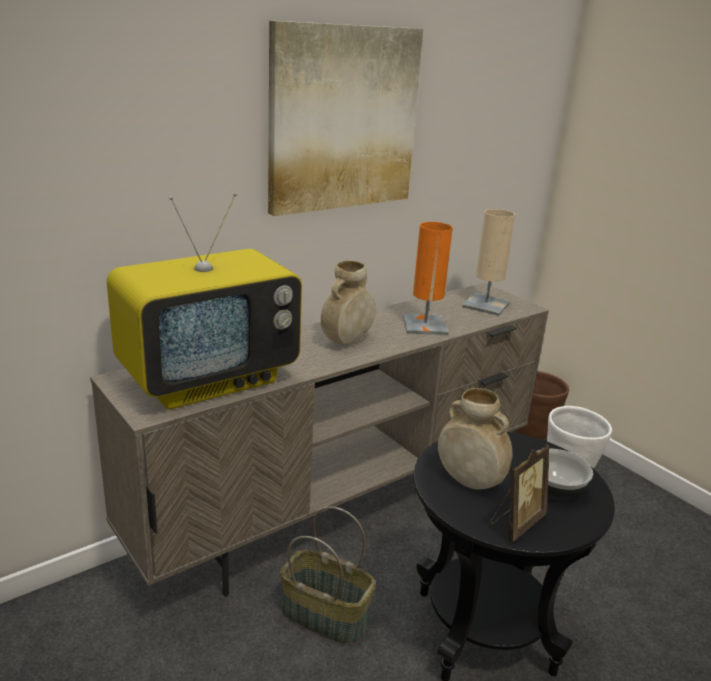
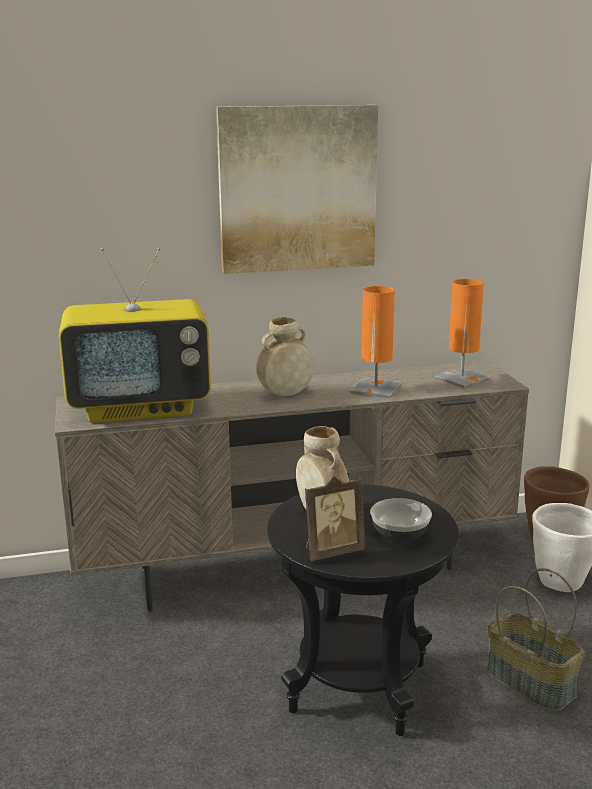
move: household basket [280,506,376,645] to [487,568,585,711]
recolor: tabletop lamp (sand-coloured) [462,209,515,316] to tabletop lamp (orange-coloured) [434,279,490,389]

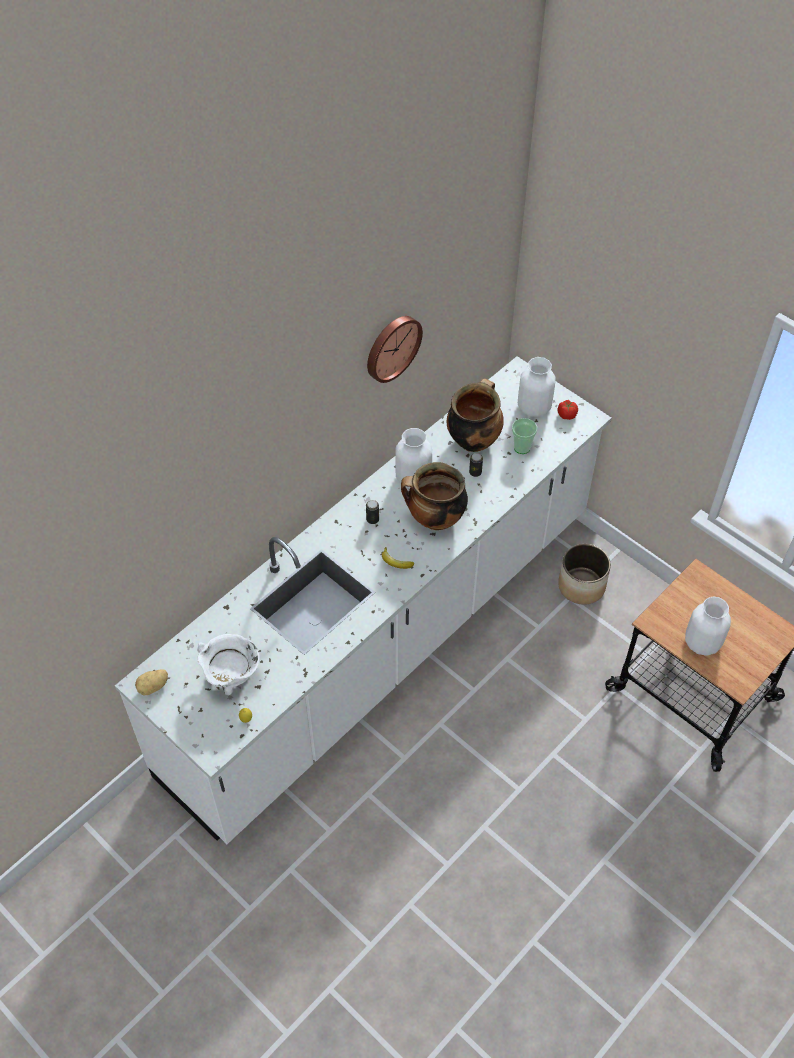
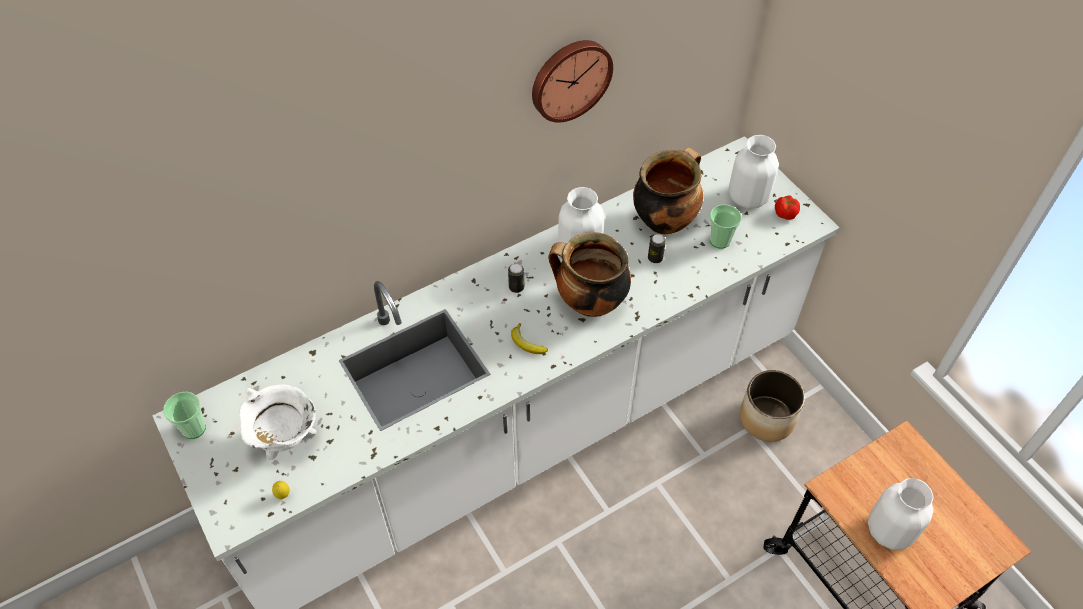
replace: potato [135,670,168,695] to small cup [163,392,206,439]

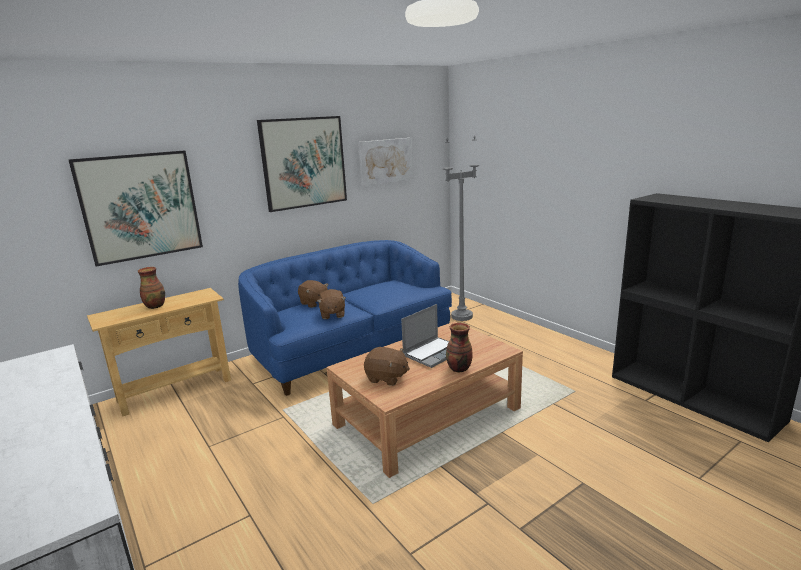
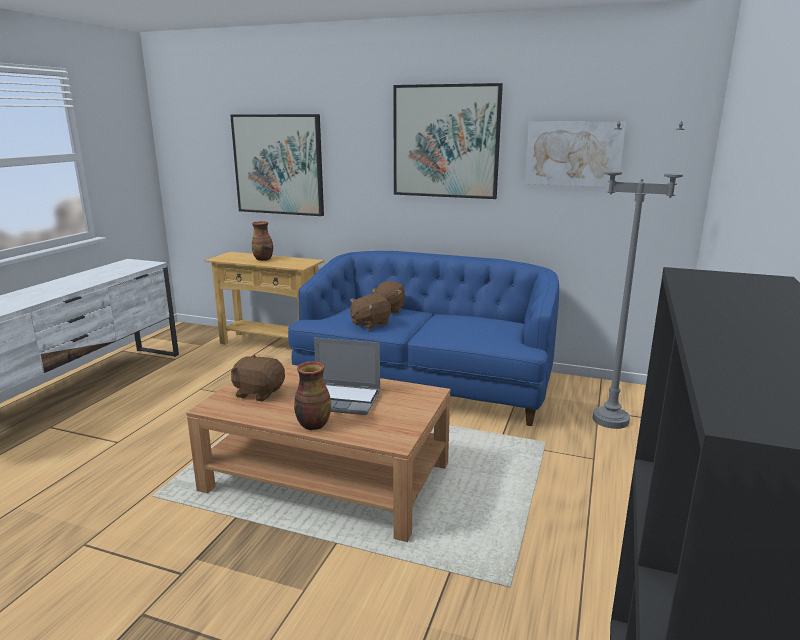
rotate: soft toy (brown-coloured) [364,347,410,386] = [231,354,285,402] 120 degrees clockwise

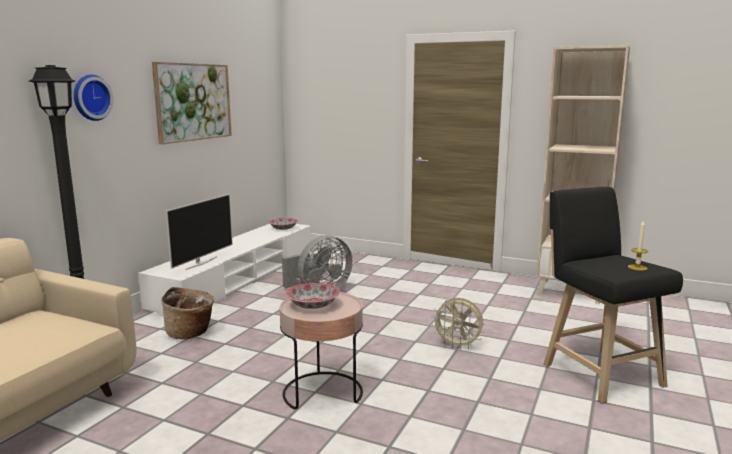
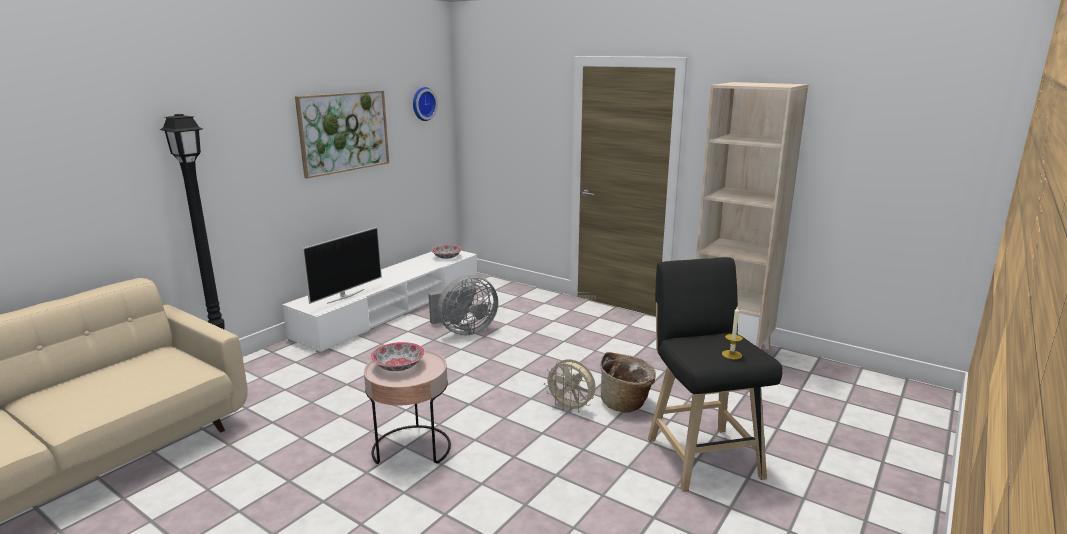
move: clock on the wall [74,75,114,121] to [413,87,438,121]; household basket [161,287,214,340] to [600,352,656,413]

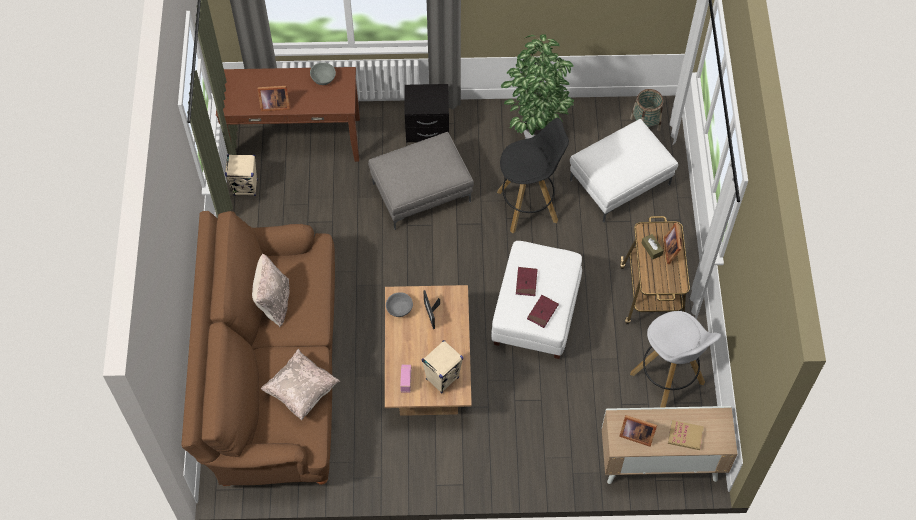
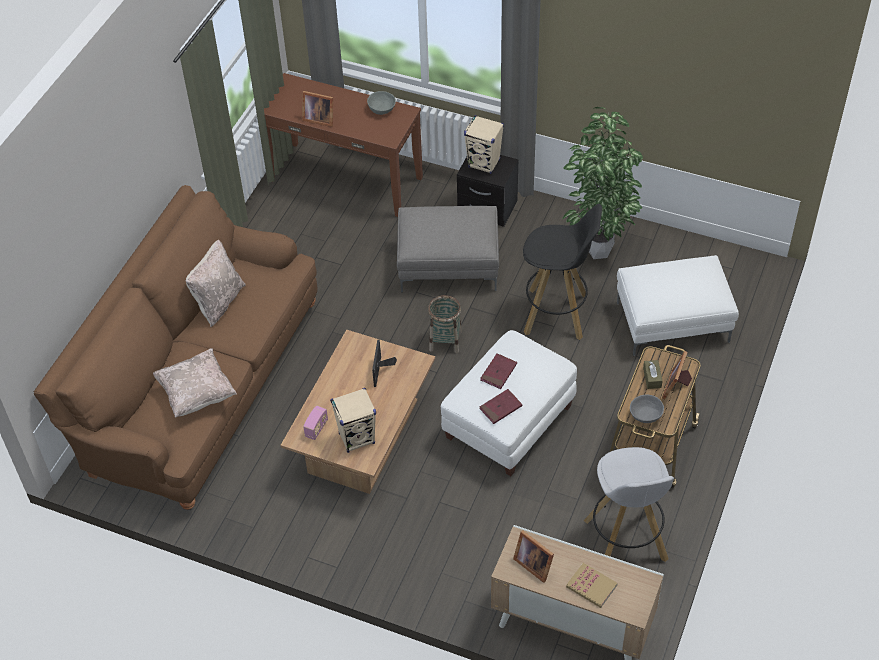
move: household basket [630,89,663,131] to [428,295,462,353]; audio speaker (sand-coloured) [225,154,258,196] to [464,115,504,174]; serving bowl (grey) [386,292,413,317] to [630,395,664,423]

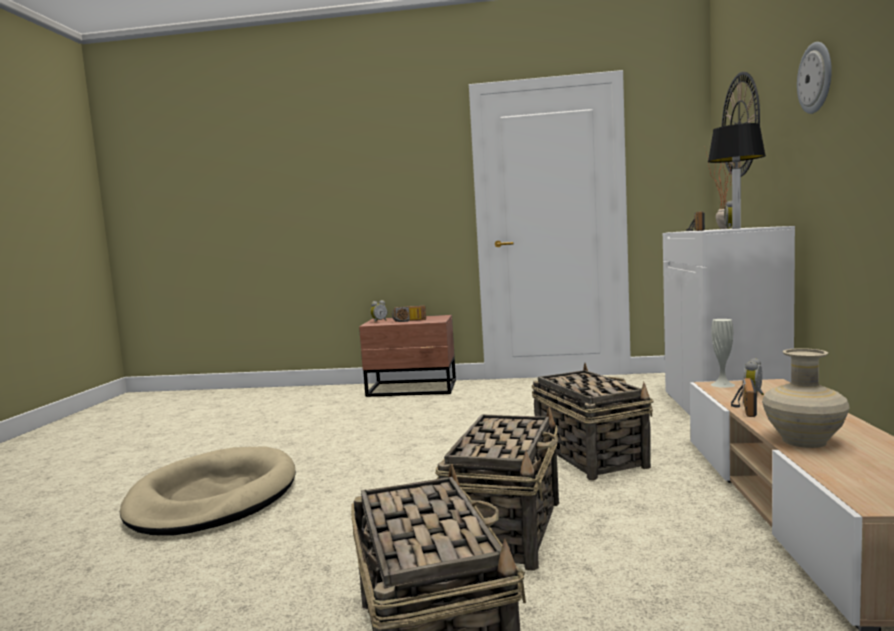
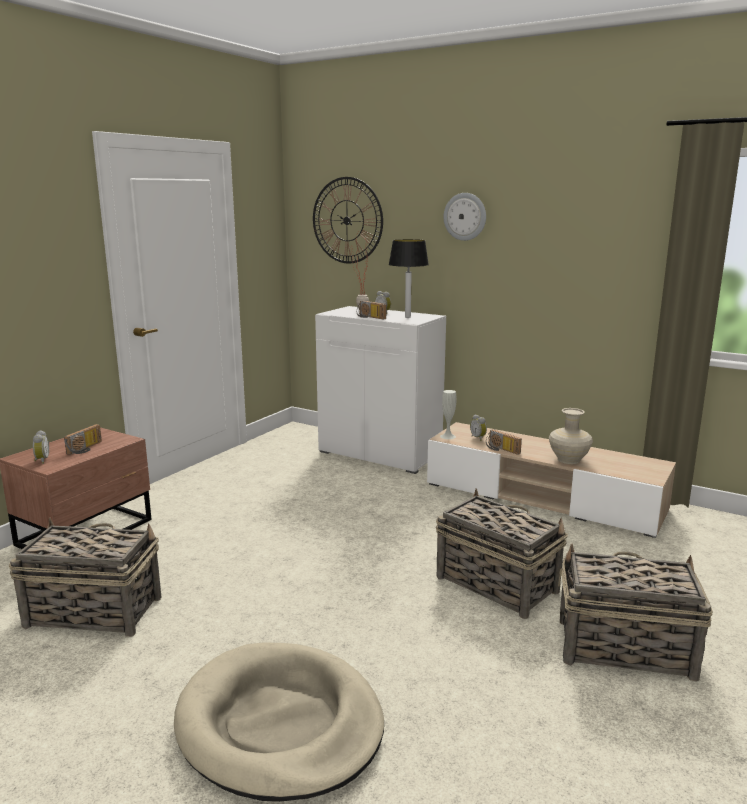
move: household basket [532,363,654,480] to [9,518,161,637]

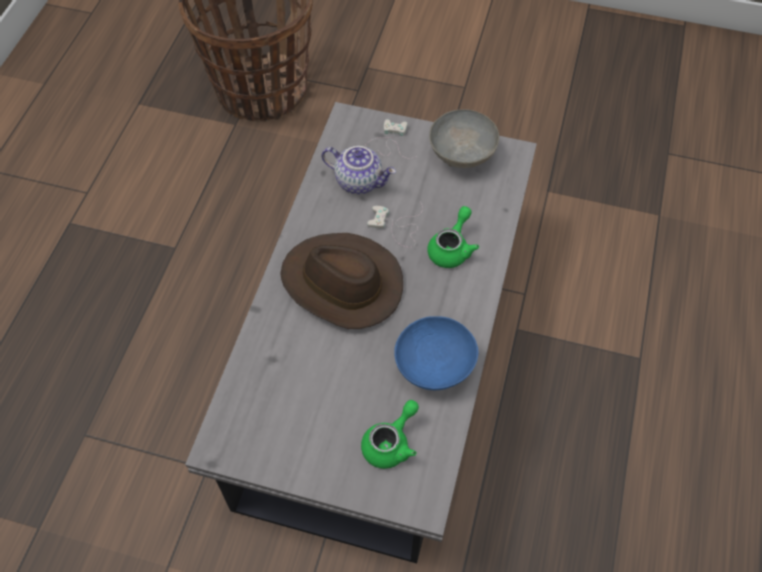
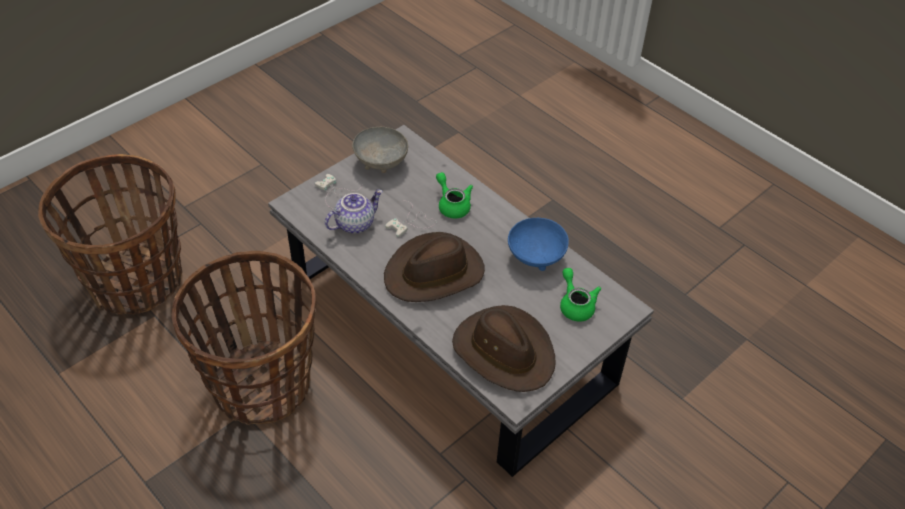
insert: household basket [172,251,317,425]; hat (brown-coloured) [452,305,556,392]

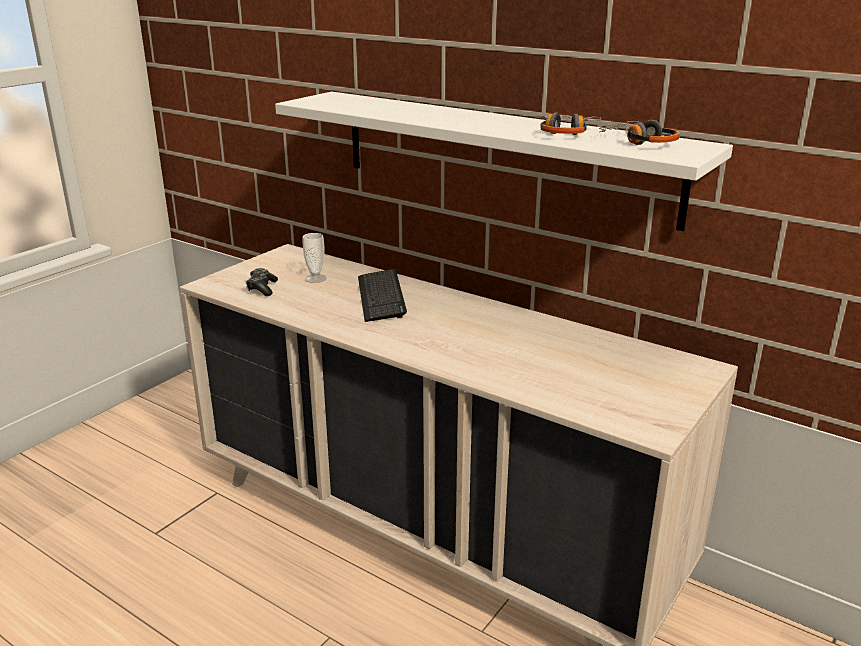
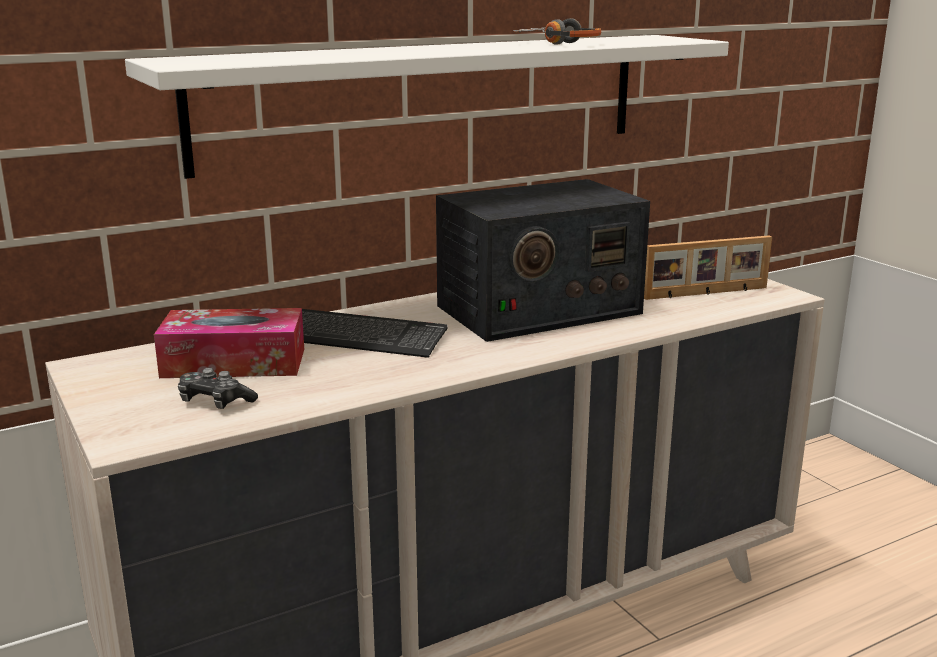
delete: pair of headphones [599,120,680,145]
insert: radio set [436,179,650,342]; photo frame [644,235,772,300]
replace: small cup [302,233,327,283] to tissue holder [154,308,304,378]

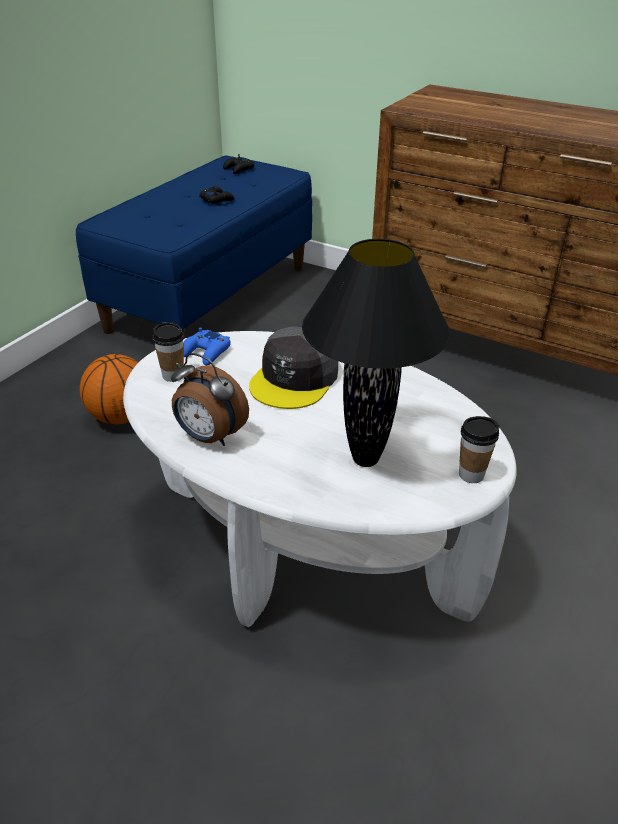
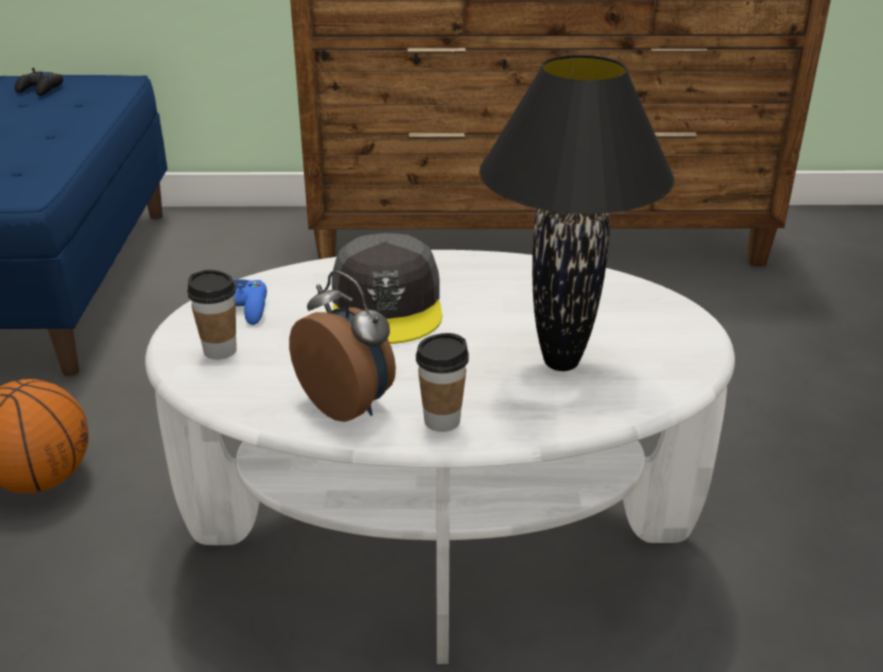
delete: gamepad (black-coloured) [199,186,234,204]
move: small cup [459,416,499,483] to [416,333,469,432]
rotate: alarm clock [171,353,249,446] = [289,271,396,422] 135 degrees counterclockwise

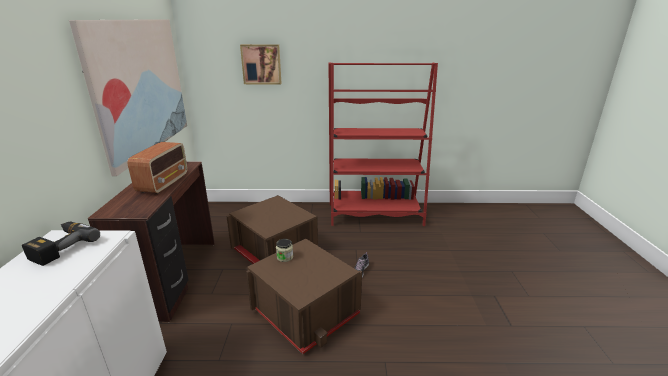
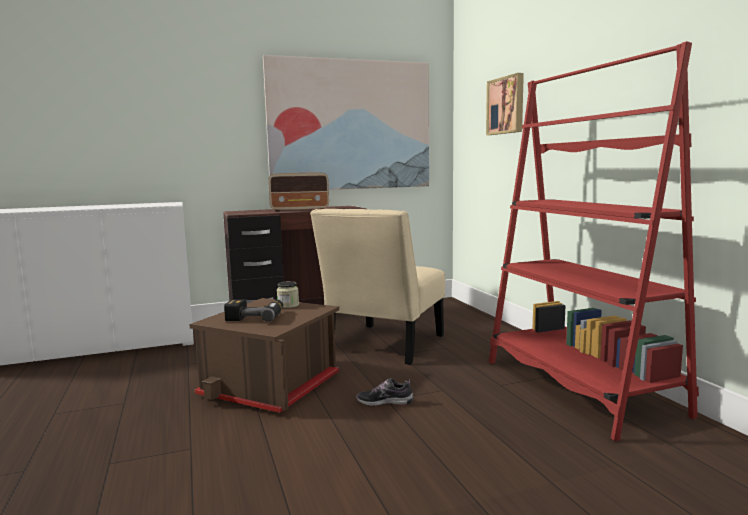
move: drill [22,222,100,266] to [224,299,283,322]
replace: storage box (brown-coloured) [226,195,318,264] to plain chair (sand-coloured) [310,209,445,365]

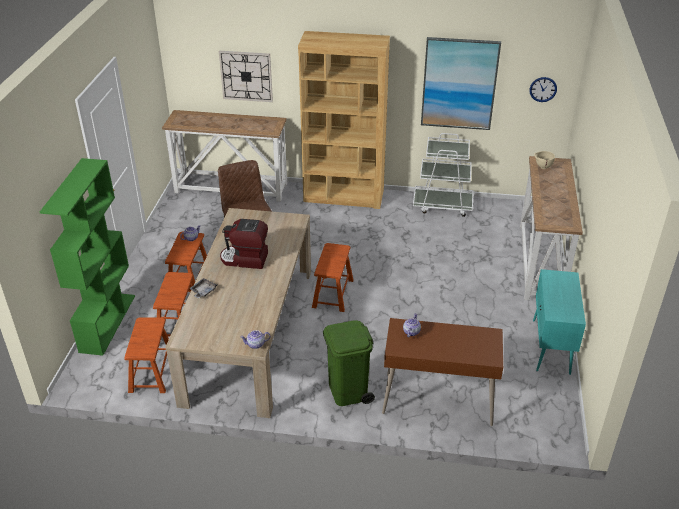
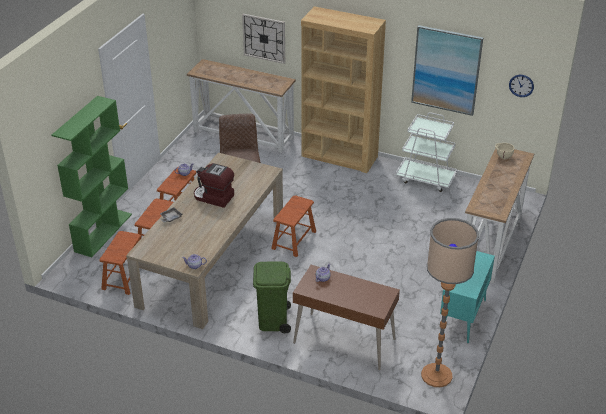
insert: standard lamp [421,218,479,387]

